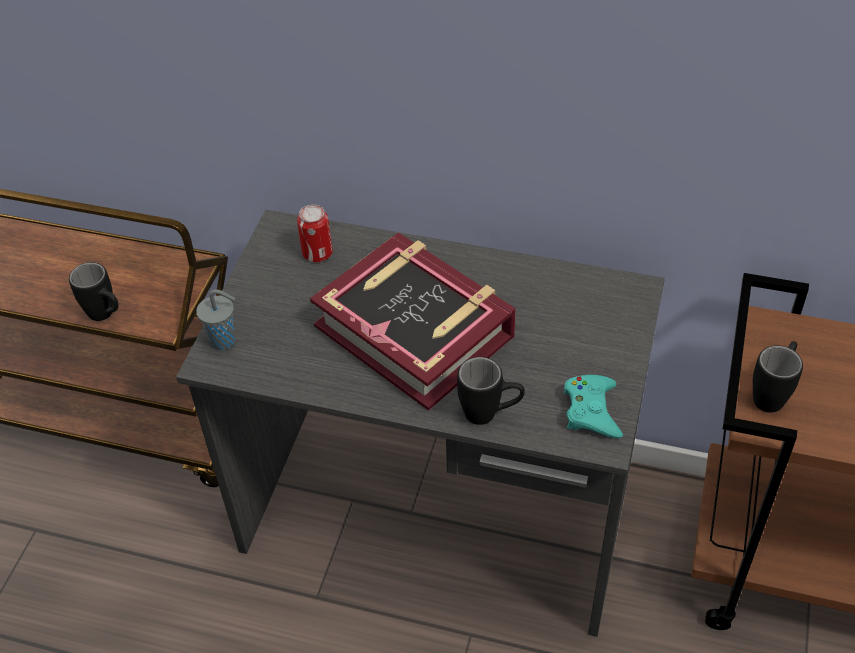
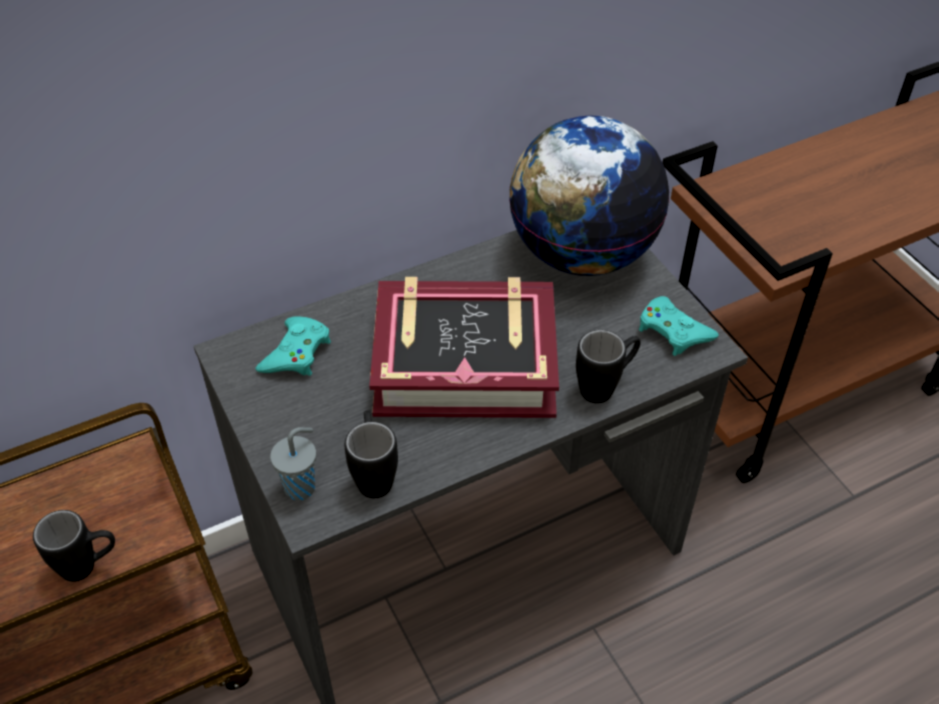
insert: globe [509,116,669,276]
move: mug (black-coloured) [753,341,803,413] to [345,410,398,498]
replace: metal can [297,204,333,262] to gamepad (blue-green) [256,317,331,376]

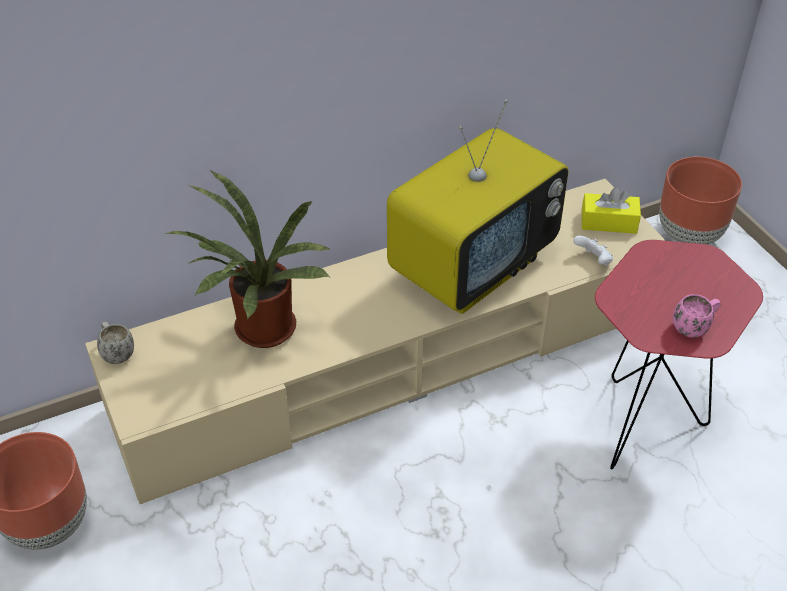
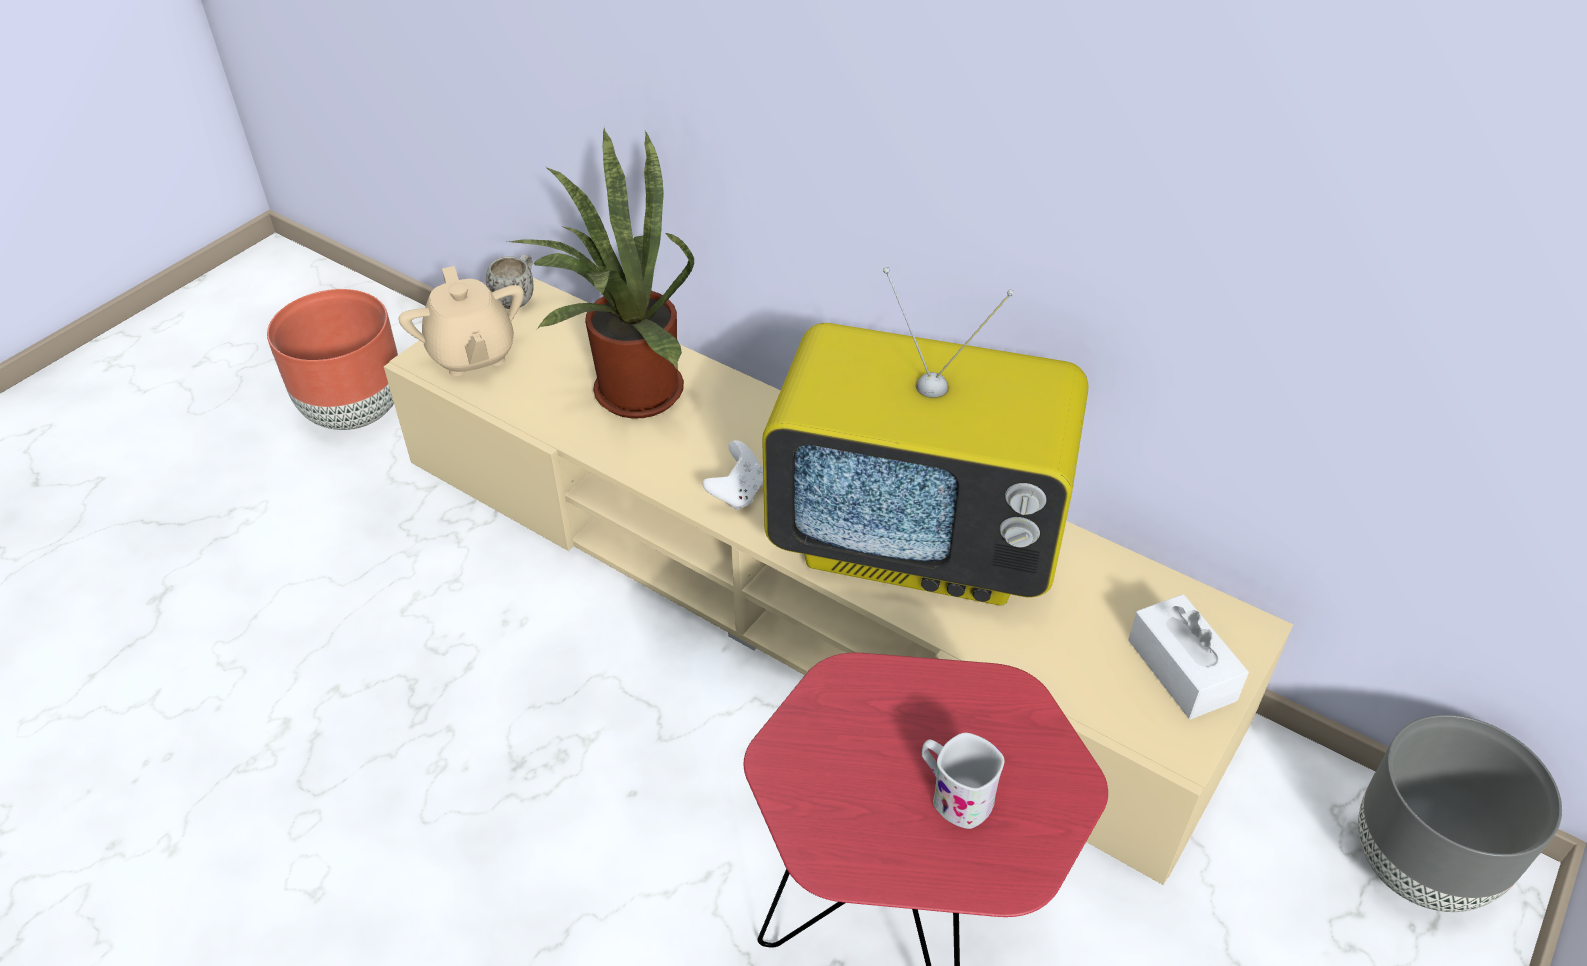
delete: mug (pink) [673,294,721,338]
insert: teapot (sand-coloured) [398,266,524,376]; mug (white-coloured) [922,733,1004,829]
move: gamepad (white-coloured) [573,236,613,265] to [702,440,763,510]
recolor: tissue holder (yellow-coloured) [582,187,641,234] to tissue holder (white-coloured) [1128,594,1249,719]; flower pot (brown-coloured) [659,157,742,245] to flower pot (grey) [1358,715,1562,912]

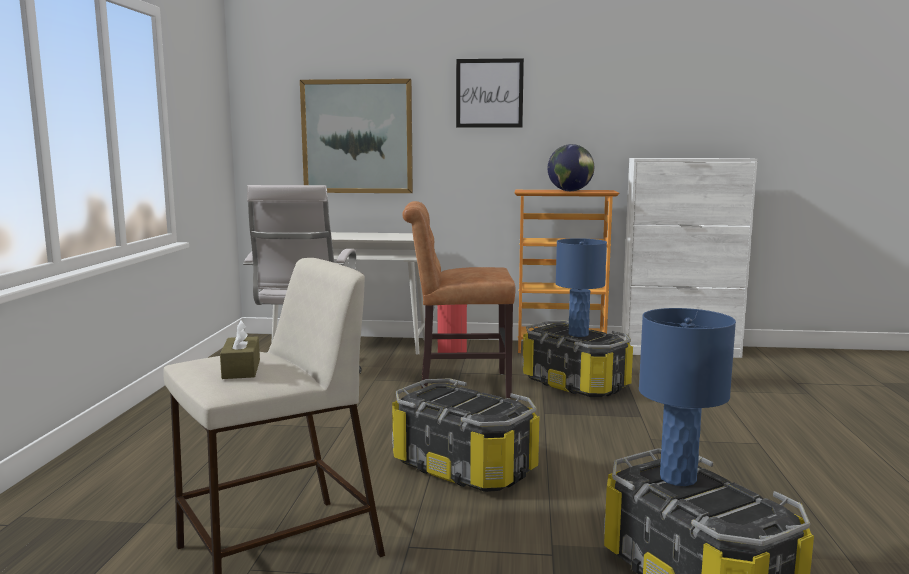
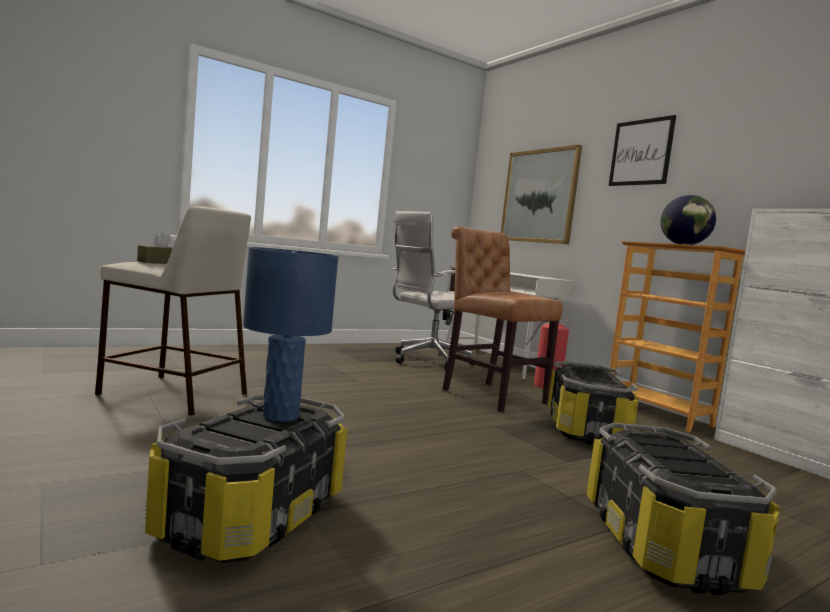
delete: tabletop lamp (bluish) [556,238,607,337]
move: storage box [392,378,539,492] to [586,423,780,595]

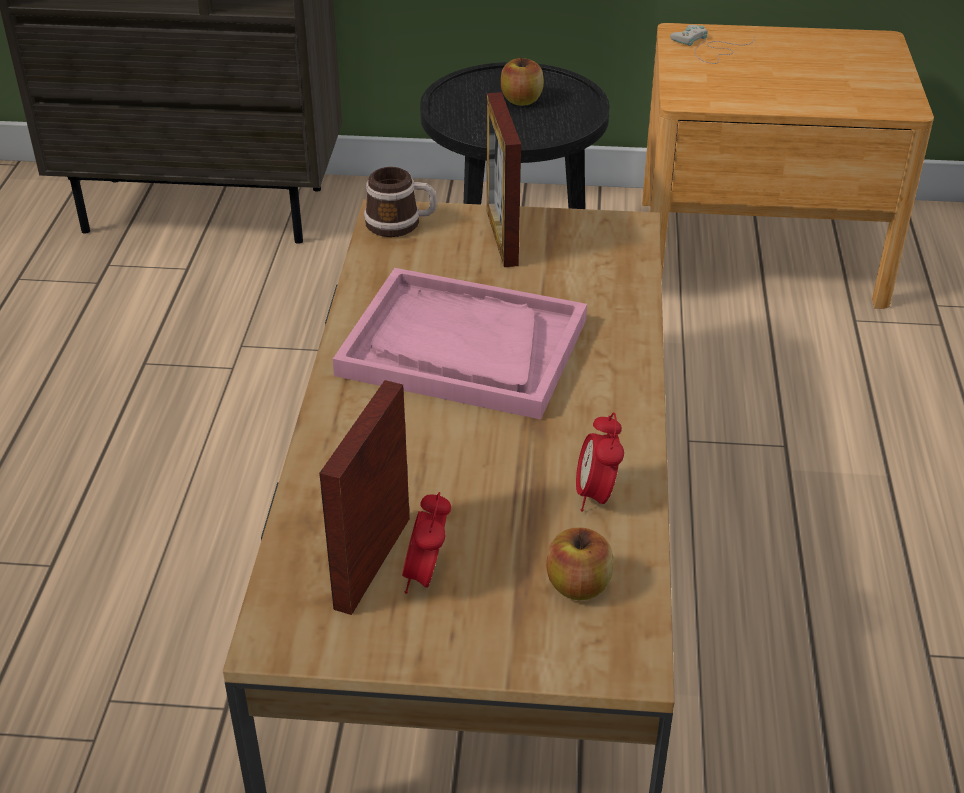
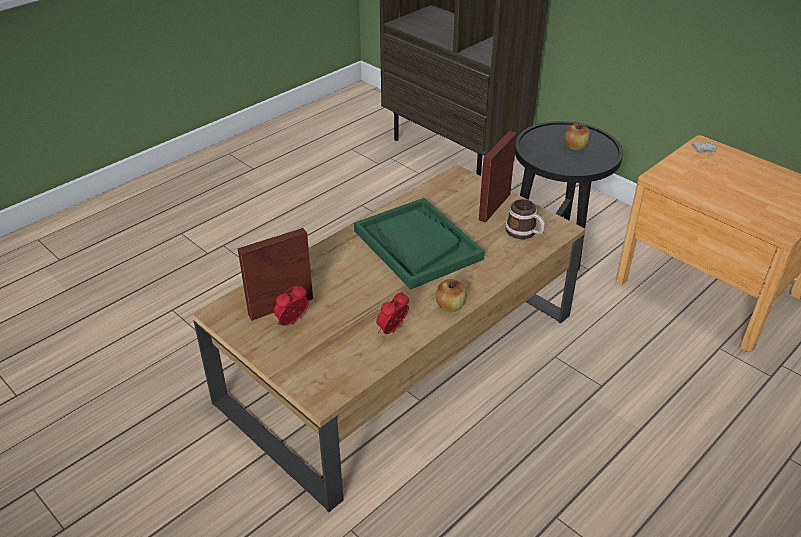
move: whole apple [546,527,614,600] to [436,279,467,312]; mug [364,167,437,237] to [505,199,545,239]
recolor: tray (pink) [333,268,587,420] to tray (green) [354,198,485,290]

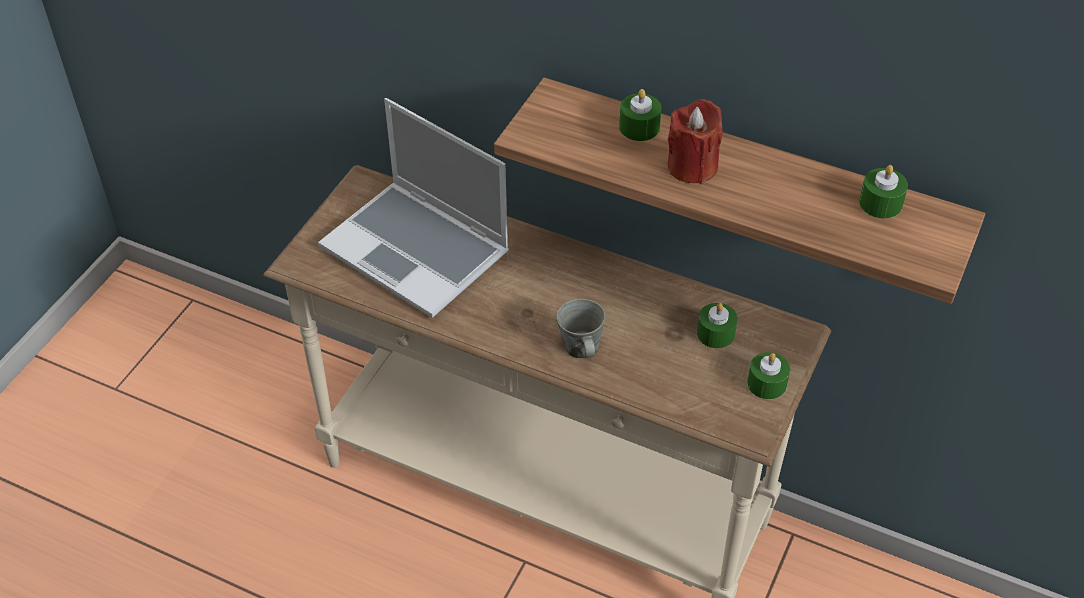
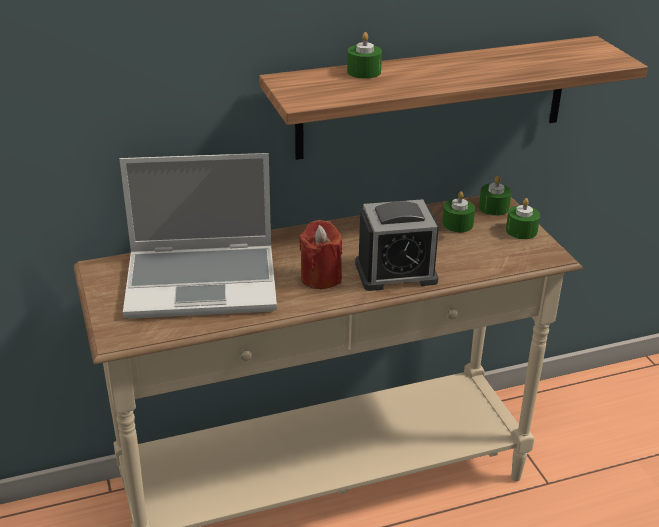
move: wax candle (red-coloured) [668,99,723,184] to [299,220,342,289]; wax candle (green) [859,165,908,218] to [479,176,512,216]
replace: mug (grey) [556,299,605,358] to alarm clock [355,199,439,291]

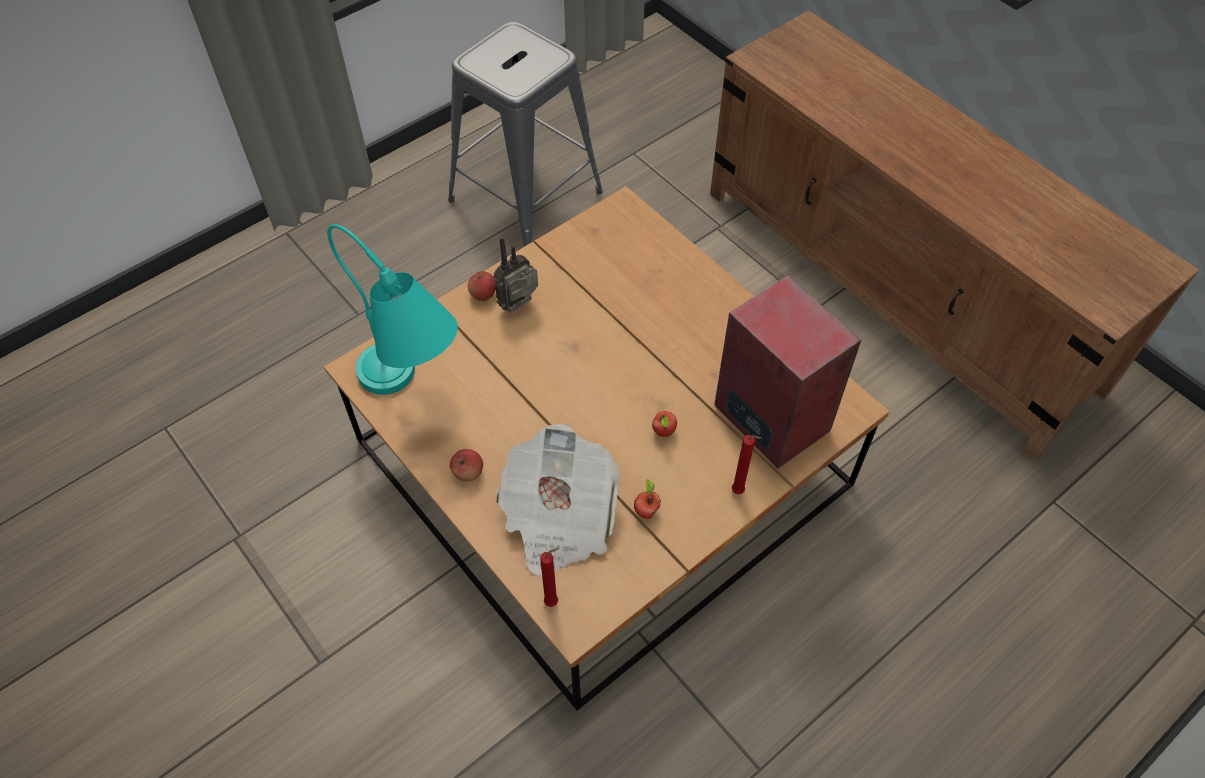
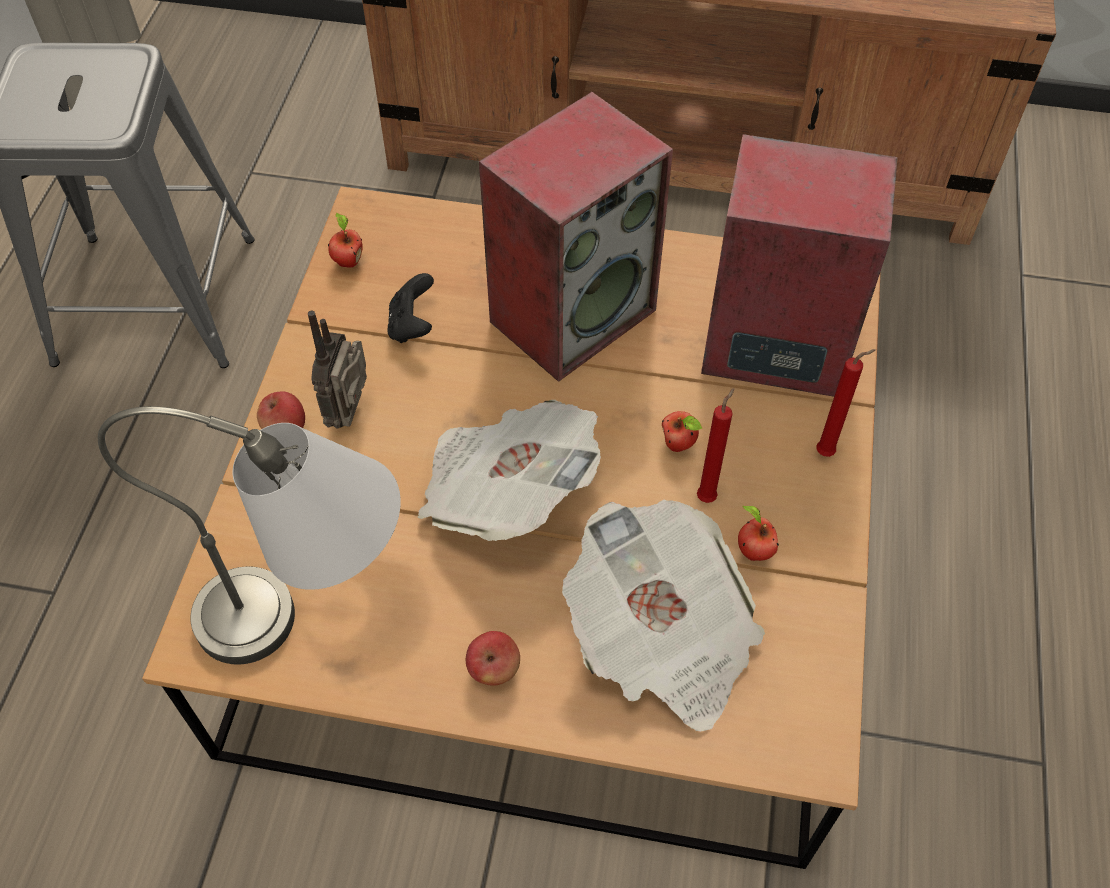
insert: whole apple [328,213,363,267]; gamepad (black-coloured) [387,273,434,343]; newspaper [418,400,601,541]; audio speaker [479,92,673,382]
move: wax candle (red-coloured) [540,548,559,607] to [697,388,734,503]
recolor: tabletop lamp (blue-green) [327,224,458,395] to tabletop lamp (grey) [98,406,401,664]

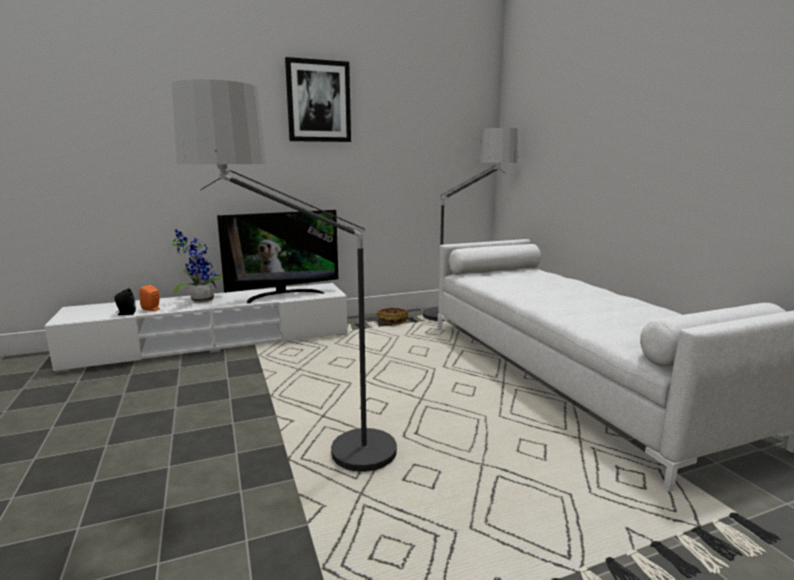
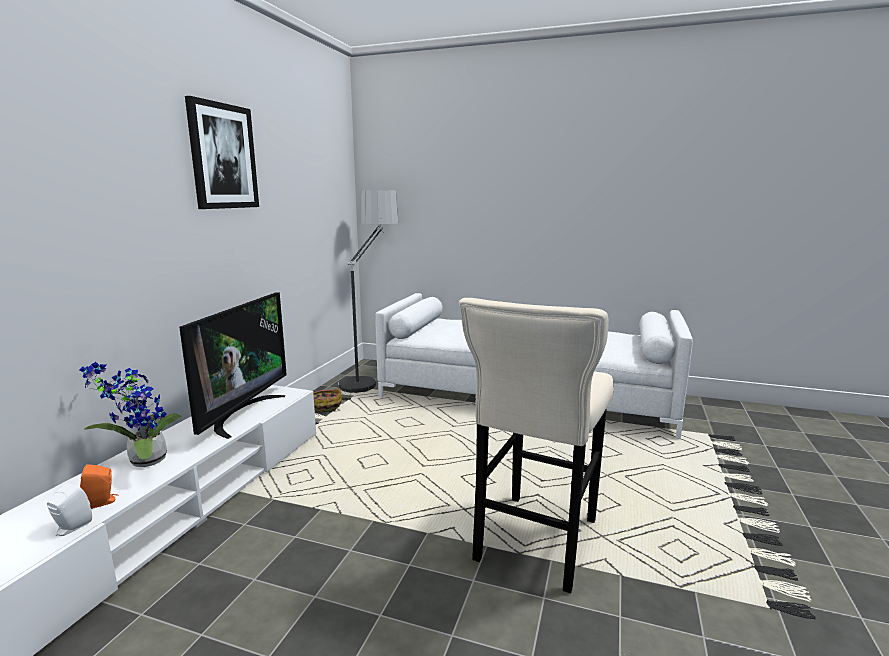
replace: standard lamp [172,79,399,472] to stool (sand-coloured) [459,298,614,594]
recolor: audio speaker (black-coloured) [114,288,136,315] to audio speaker (white-coloured) [47,483,92,536]

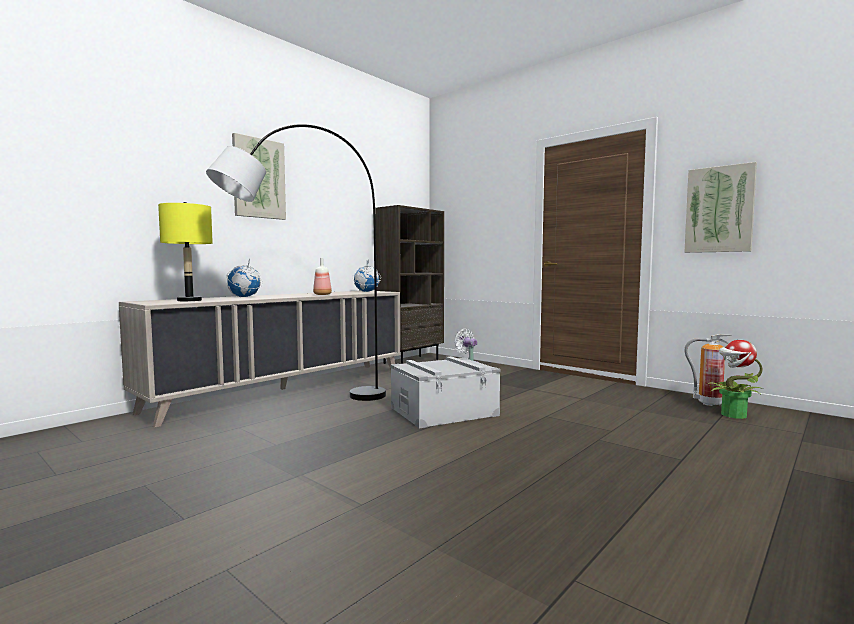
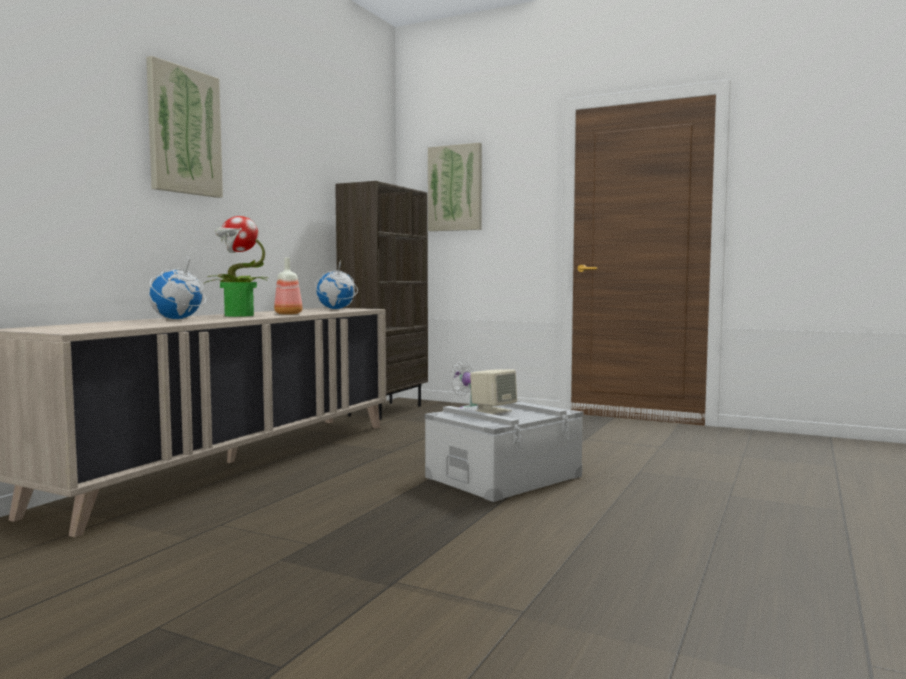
delete: tabletop lamp (yellow-coloured) [158,202,213,301]; standard lamp (grey) [206,124,386,401]; fire-fighting cylinder [685,334,731,406]
insert: audio speaker (sand-coloured) [470,369,517,415]
move: houseplant [707,340,763,419] to [203,216,268,317]; picture [684,162,757,253] to [428,143,482,231]

